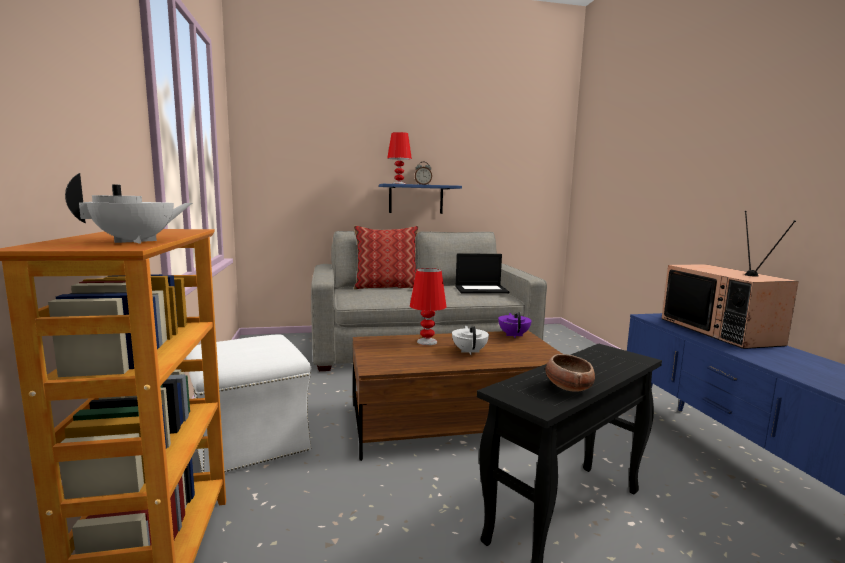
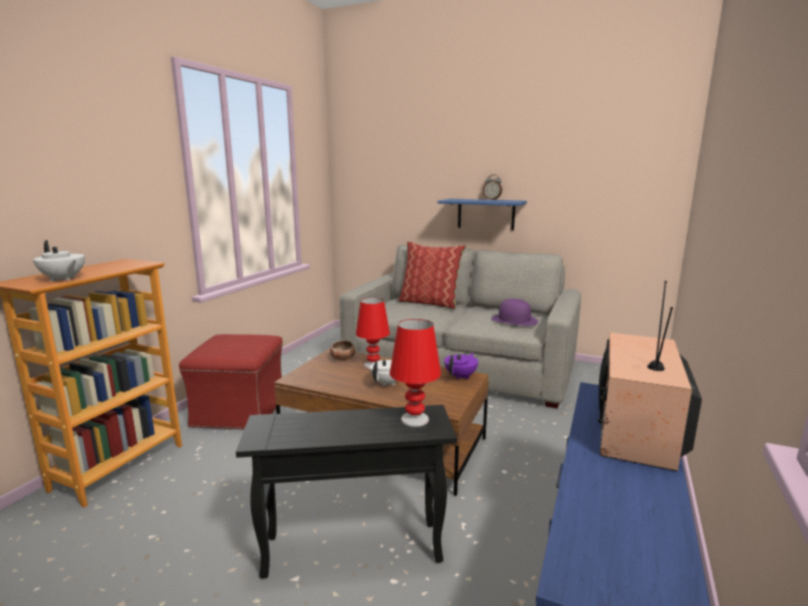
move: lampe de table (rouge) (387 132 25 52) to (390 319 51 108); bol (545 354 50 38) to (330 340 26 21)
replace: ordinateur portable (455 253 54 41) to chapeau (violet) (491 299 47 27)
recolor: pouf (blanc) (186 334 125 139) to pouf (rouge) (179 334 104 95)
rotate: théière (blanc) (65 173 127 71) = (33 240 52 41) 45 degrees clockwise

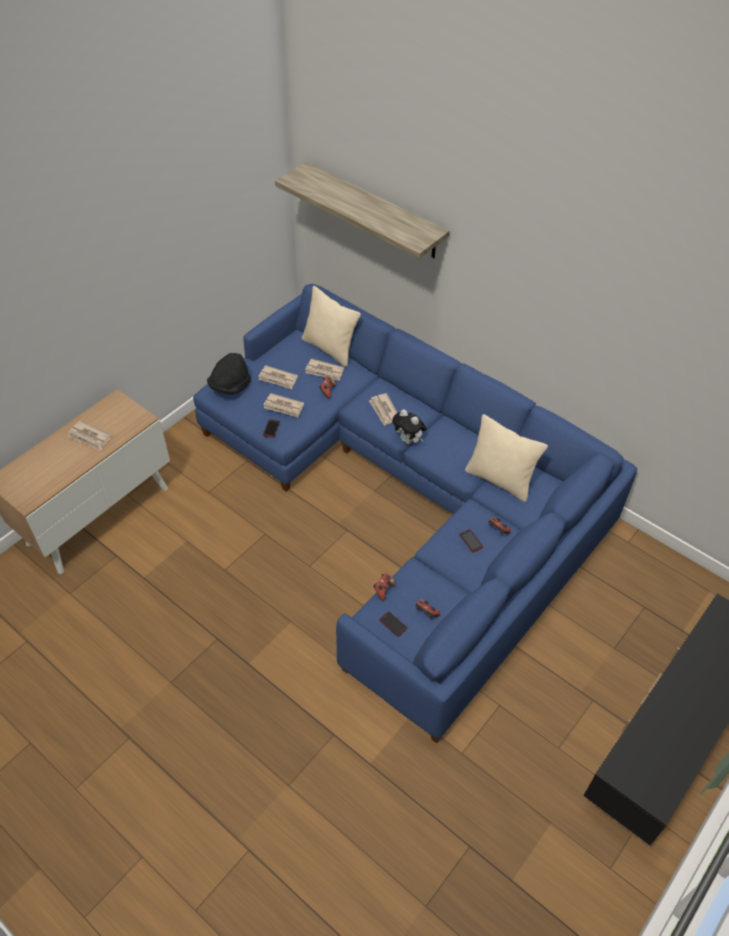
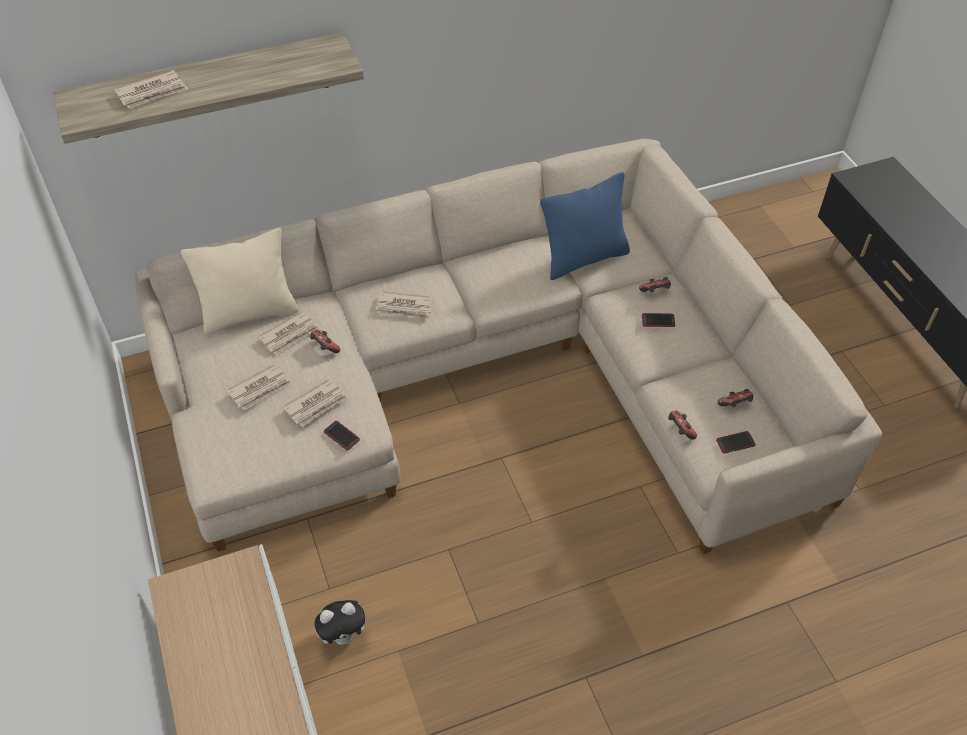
delete: chapeau (noir) (207 353 44 42)
move: journal (67 421 45 30) to (114 70 74 39); peluche (392 409 35 35) to (315 600 57 45)
recolor: canapé (bleu) (193 284 444 460) to canapé (beige) (135 139 747 415); coussin (beige) (465 414 83 88) to coussin (bleu) (540 172 90 108)

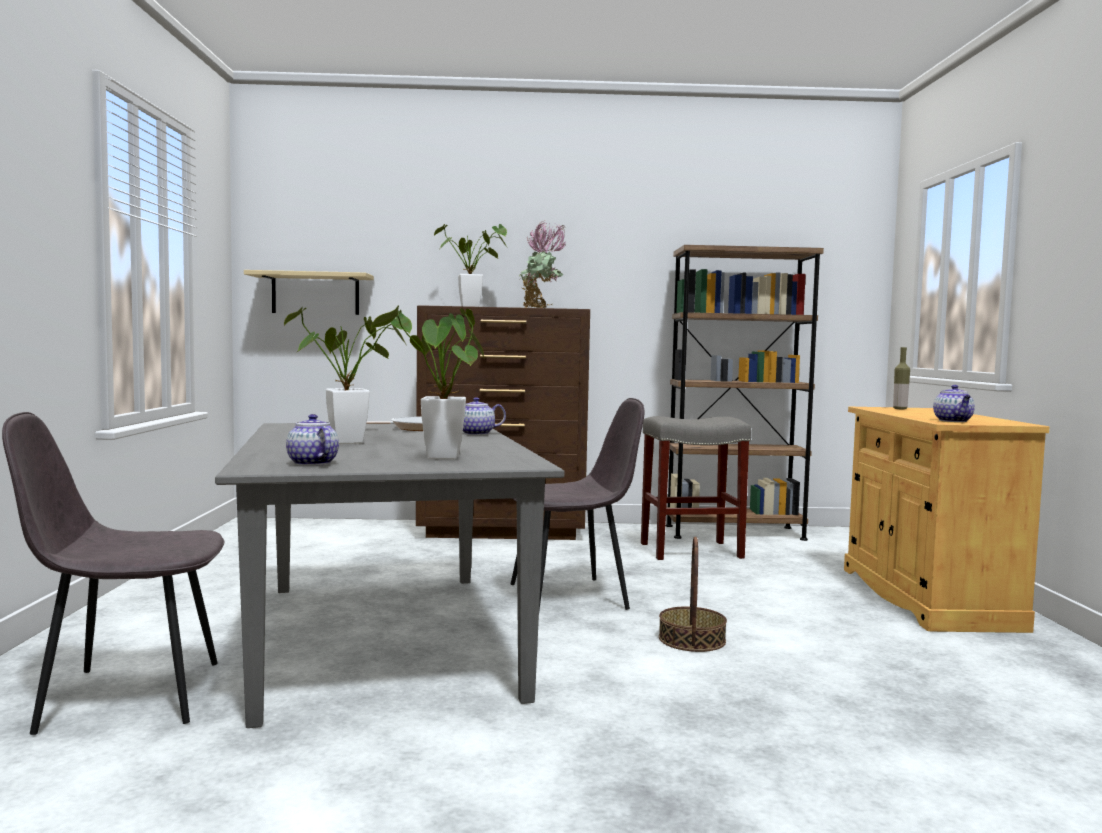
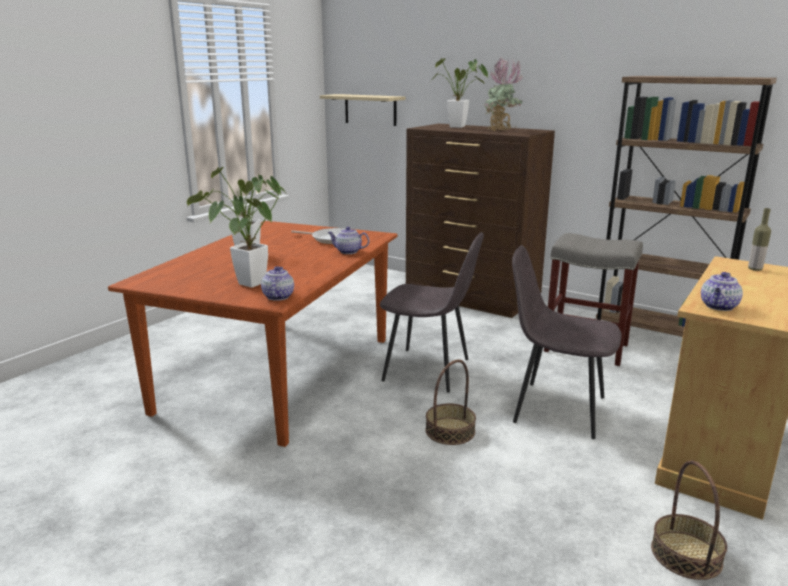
insert: panier (651 460 76 120)
move: chaise (gris) (2 412 223 323) to (512 245 110 194); théière (286 414 53 52) to (261 266 33 34)
recolor: table à manger (gris) (215 423 349 305) to table à manger (marron) (108 221 289 226)

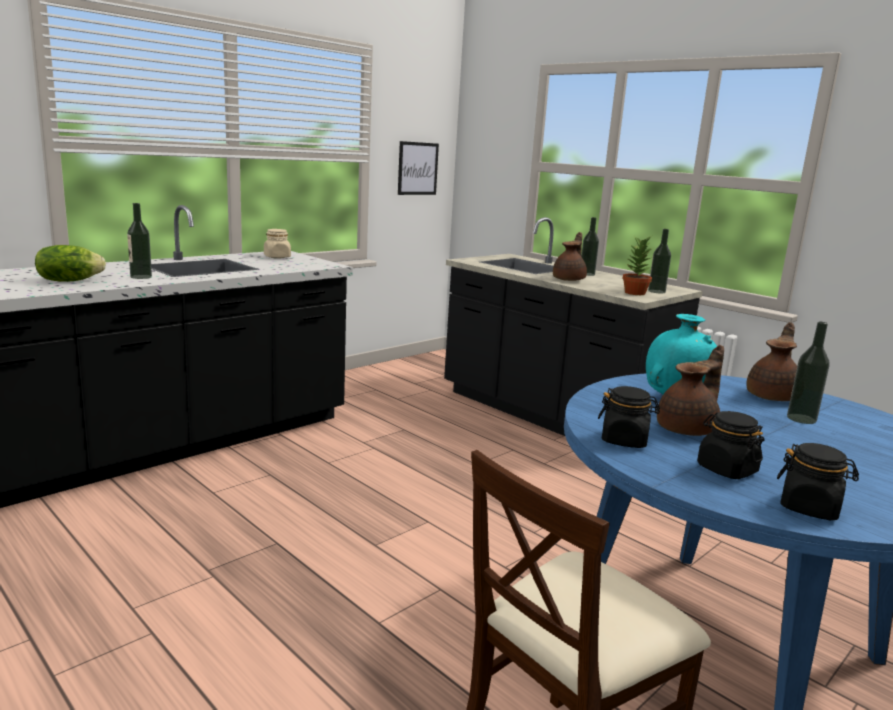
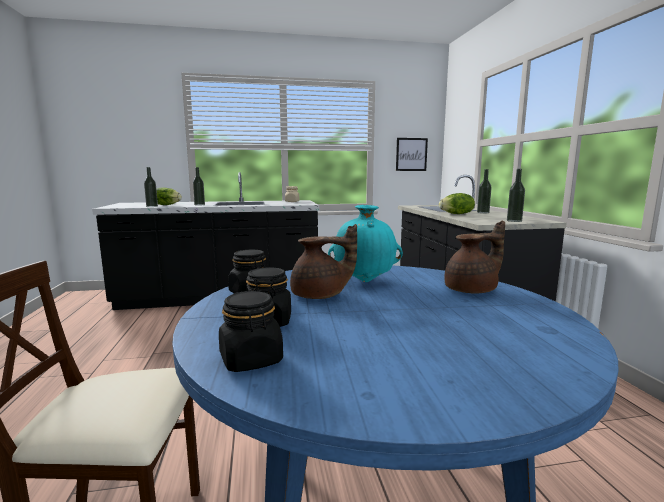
delete: plante en pot (623 236 31 59)
move: bouteille (787 322 42 102) to (144 167 14 40)
replace: théière (marron) (553 232 34 49) to laitue (439 193 36 21)

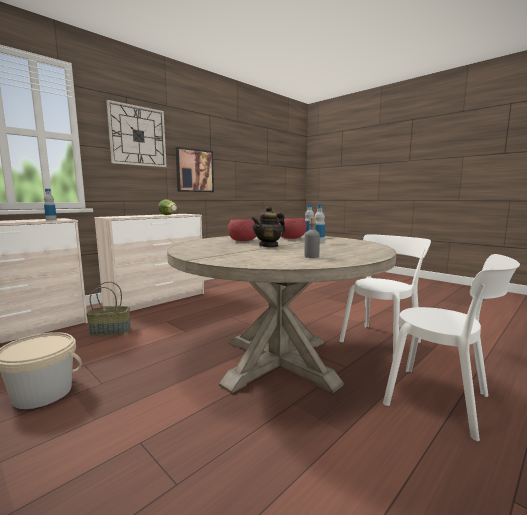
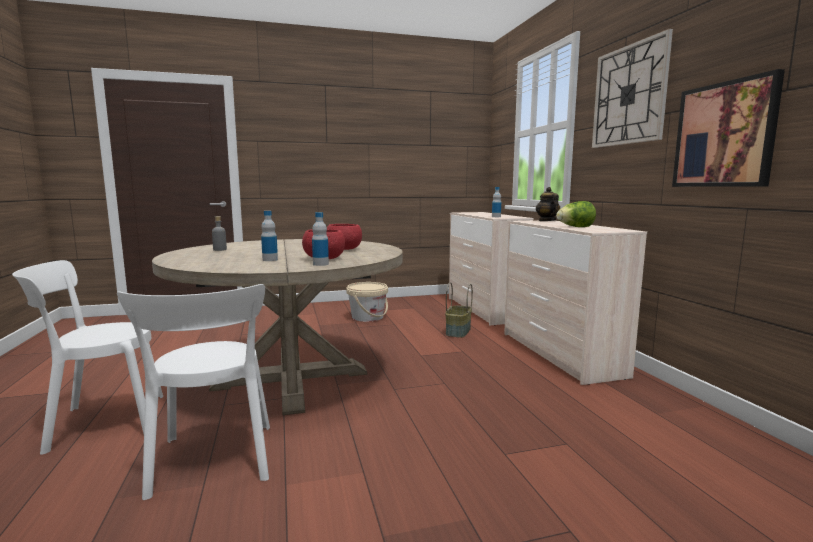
move: théière (251 206 34 41) to (536 187 24 34)

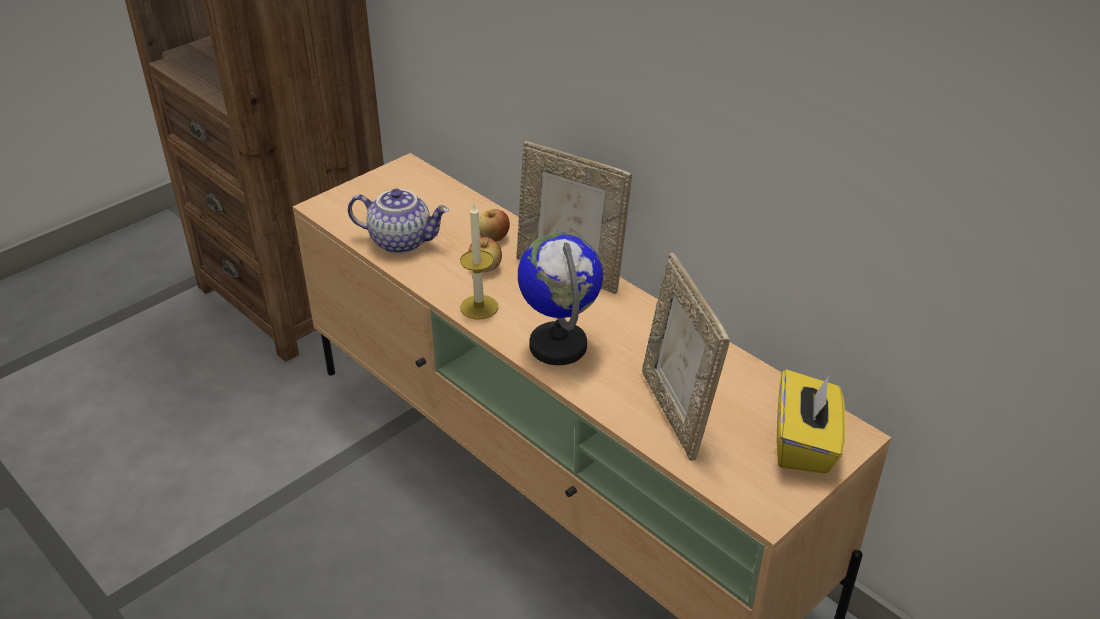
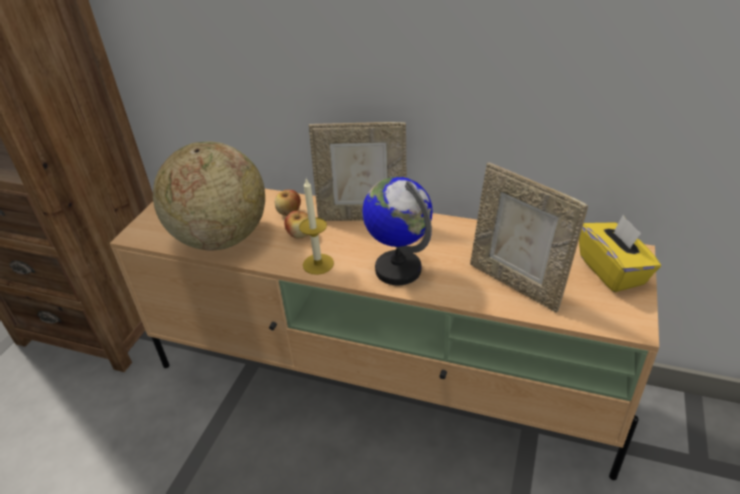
replace: théière (348 189 101 65) to globe (153 142 112 109)

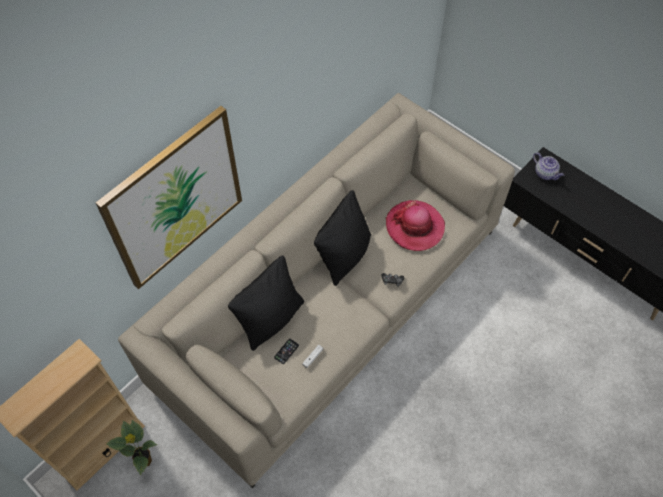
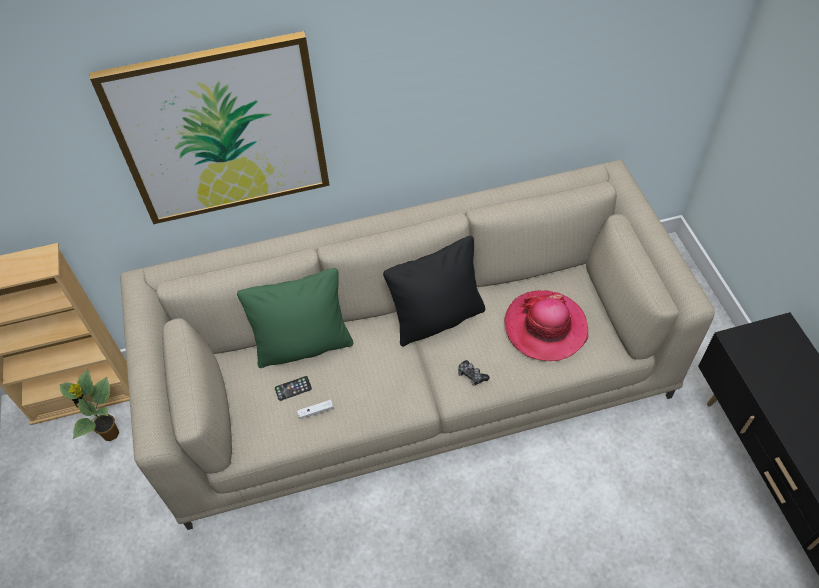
delete: théière (533 153 31 27)
recolor: coussin (noir) (228 256 76 95) to coussin (vert) (237 268 116 100)

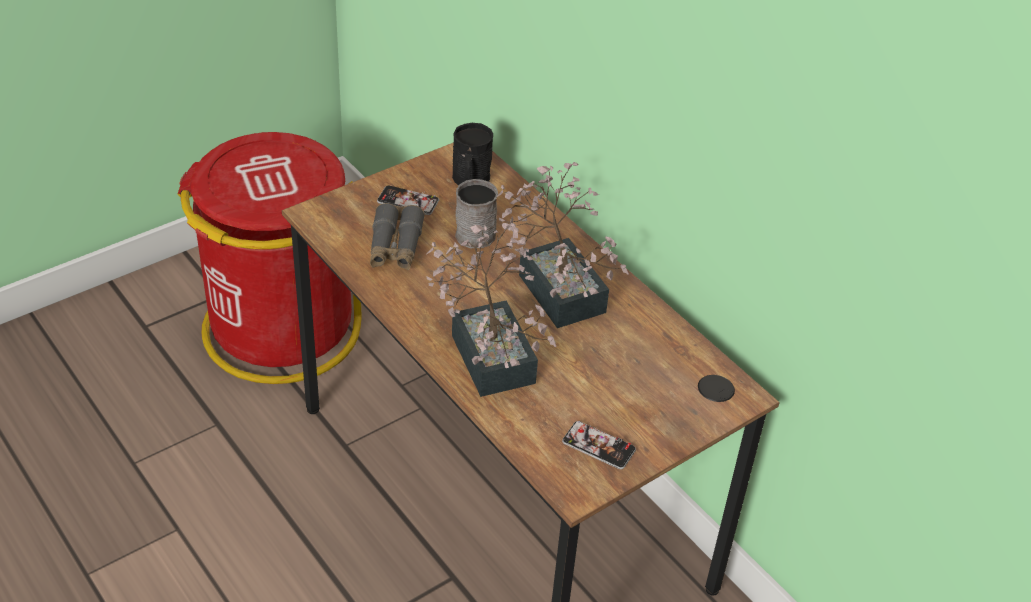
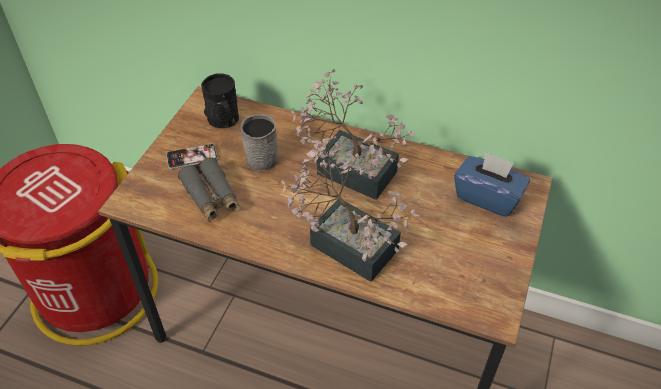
delete: téléphone (562 421 74 48)
insert: boîte à mouchoirs (bleu) (454 151 76 66)

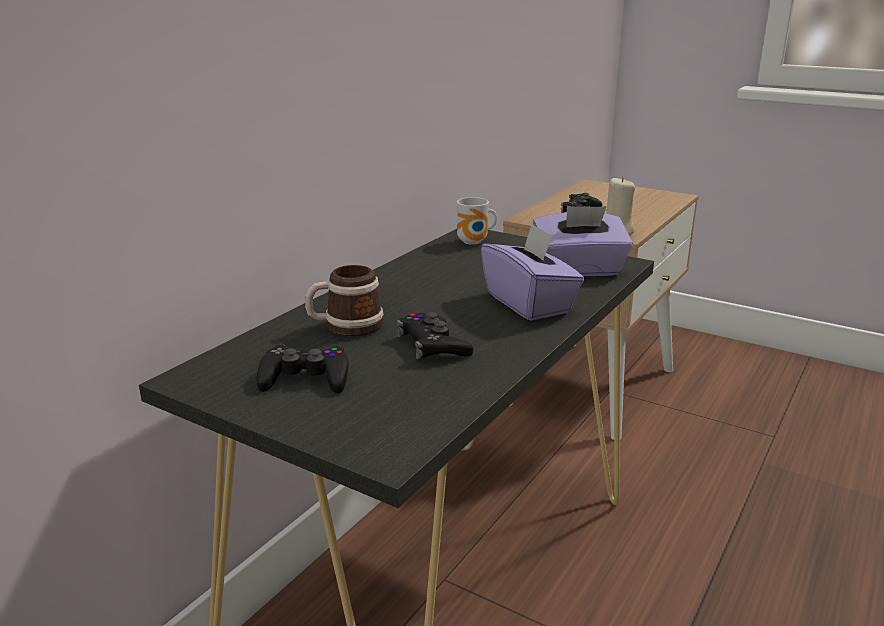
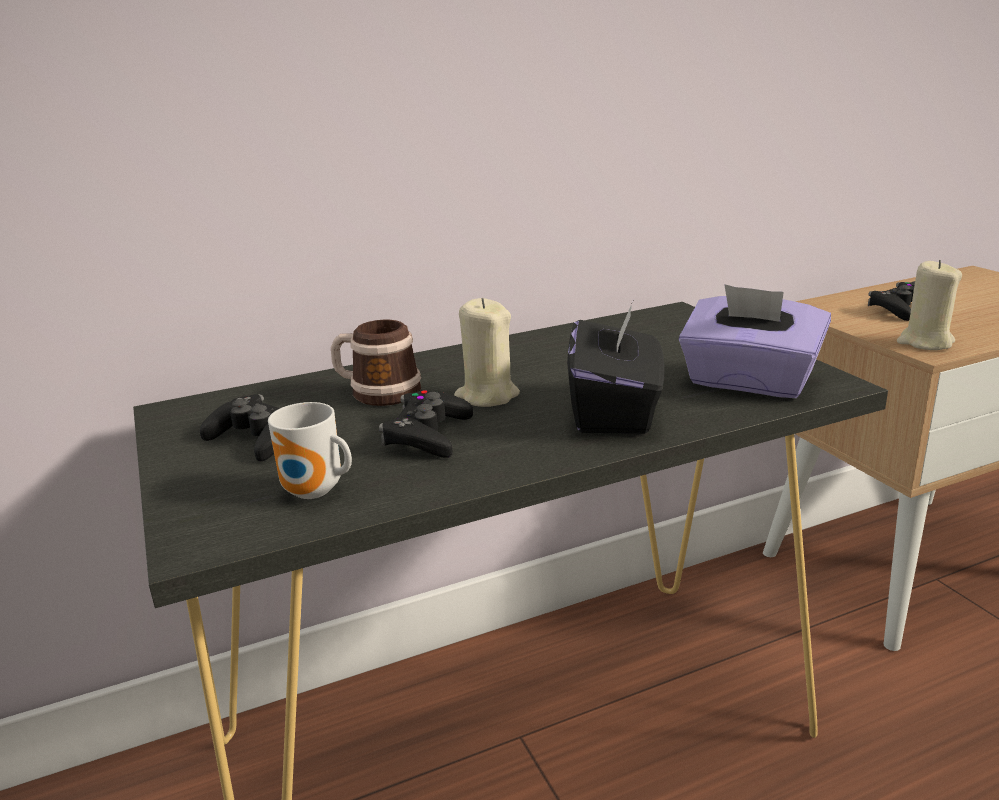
insert: bougie (beige) (454 298 66 109)
move: mug (457 197 40 48) to (268 402 84 97)
recolor: boîte à mouchoirs (violet) (481 223 103 98) to boîte à mouchoirs (noir) (567 302 97 132)

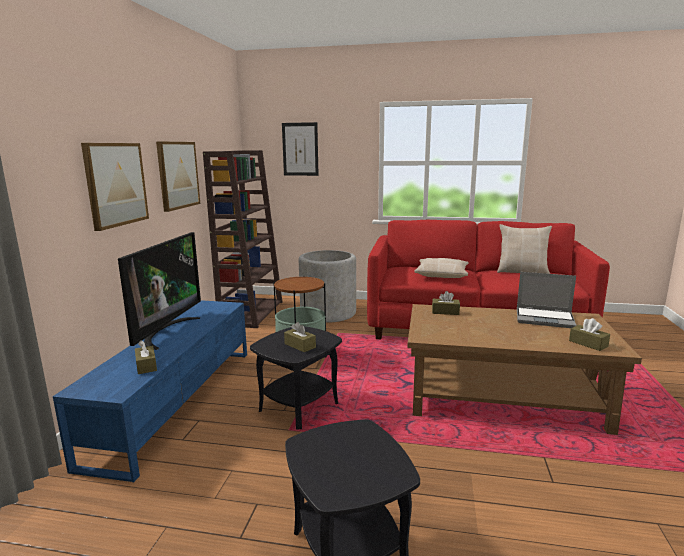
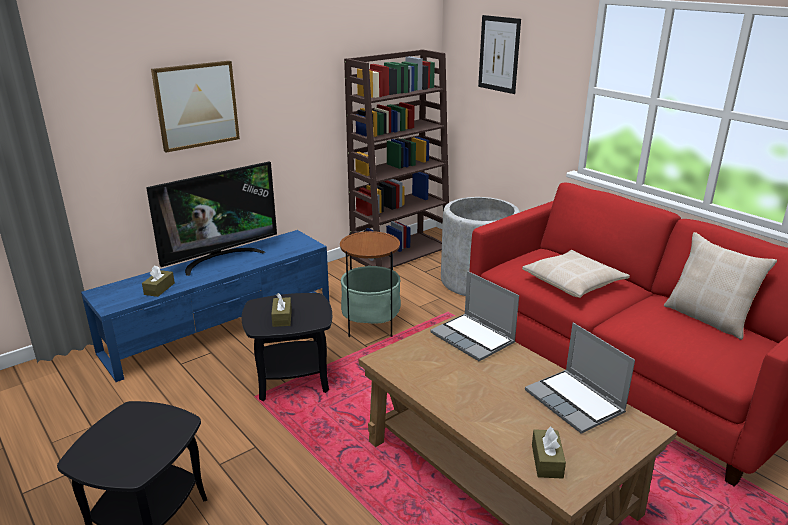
delete: tableau (156 141 44 71)
replace: boîte à mouchoirs (marron) (432 291 28 24) to ordinateur portable (430 271 89 90)

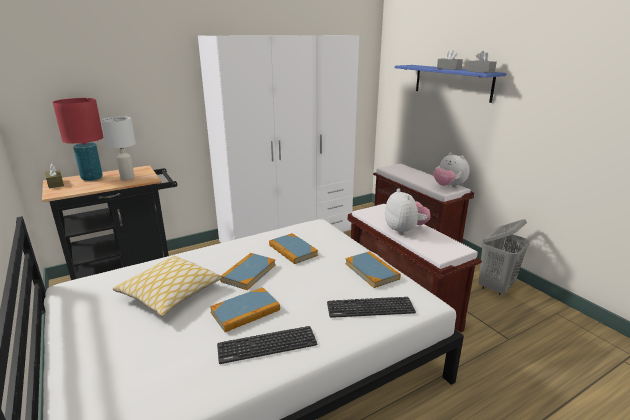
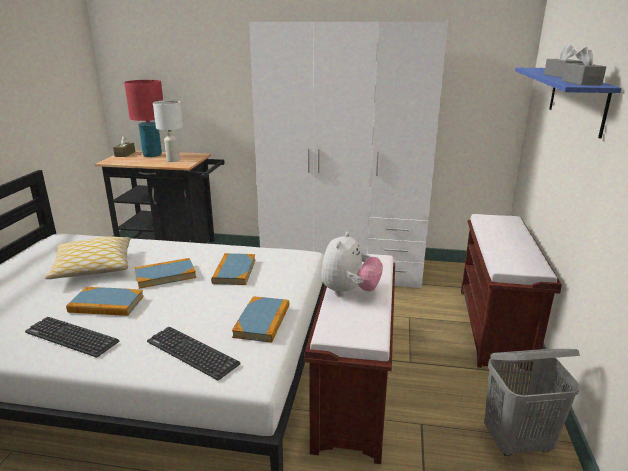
delete: peluche (433 153 37 35)

